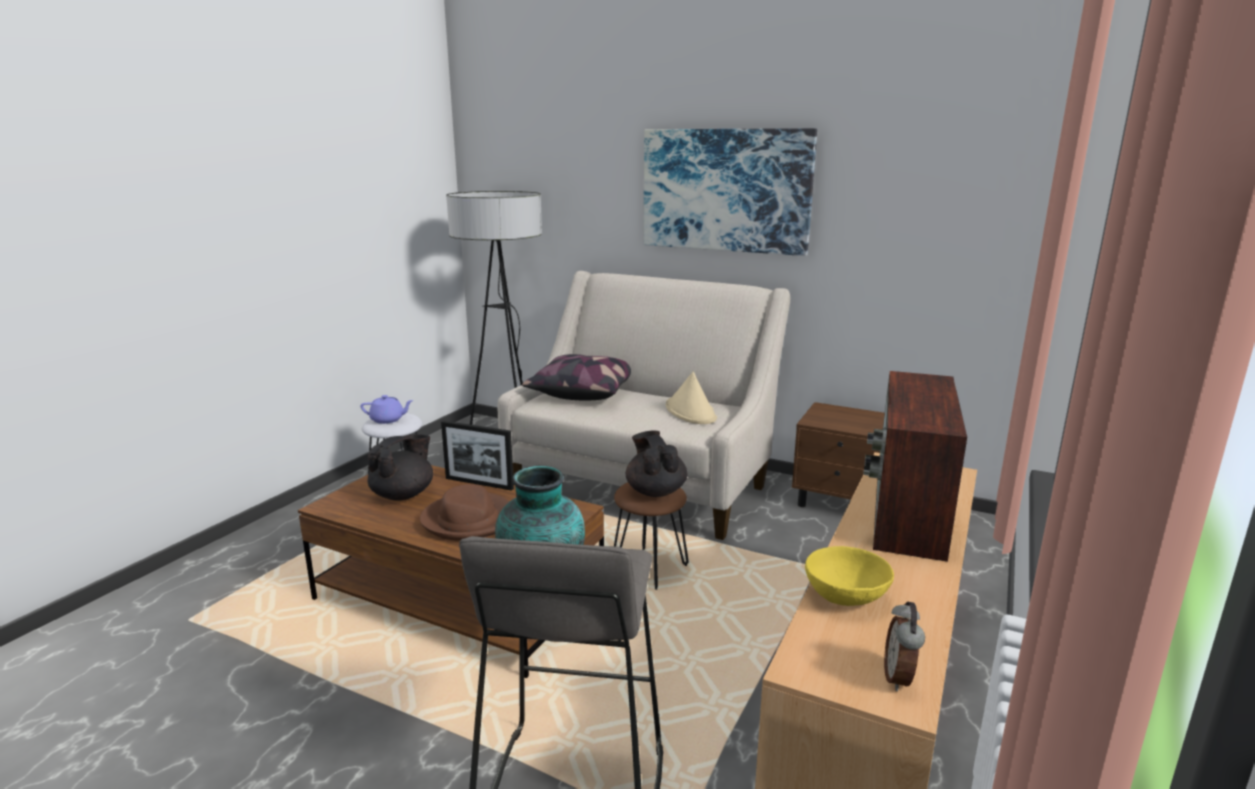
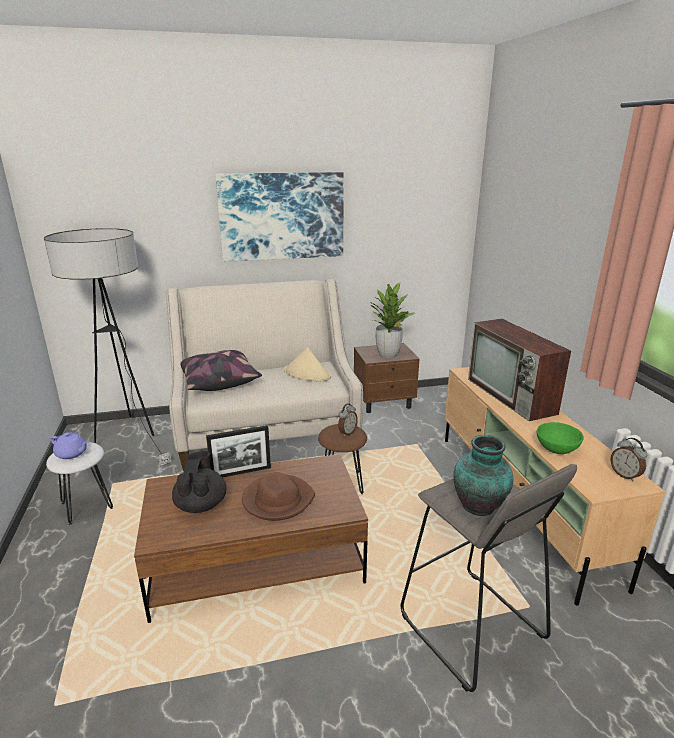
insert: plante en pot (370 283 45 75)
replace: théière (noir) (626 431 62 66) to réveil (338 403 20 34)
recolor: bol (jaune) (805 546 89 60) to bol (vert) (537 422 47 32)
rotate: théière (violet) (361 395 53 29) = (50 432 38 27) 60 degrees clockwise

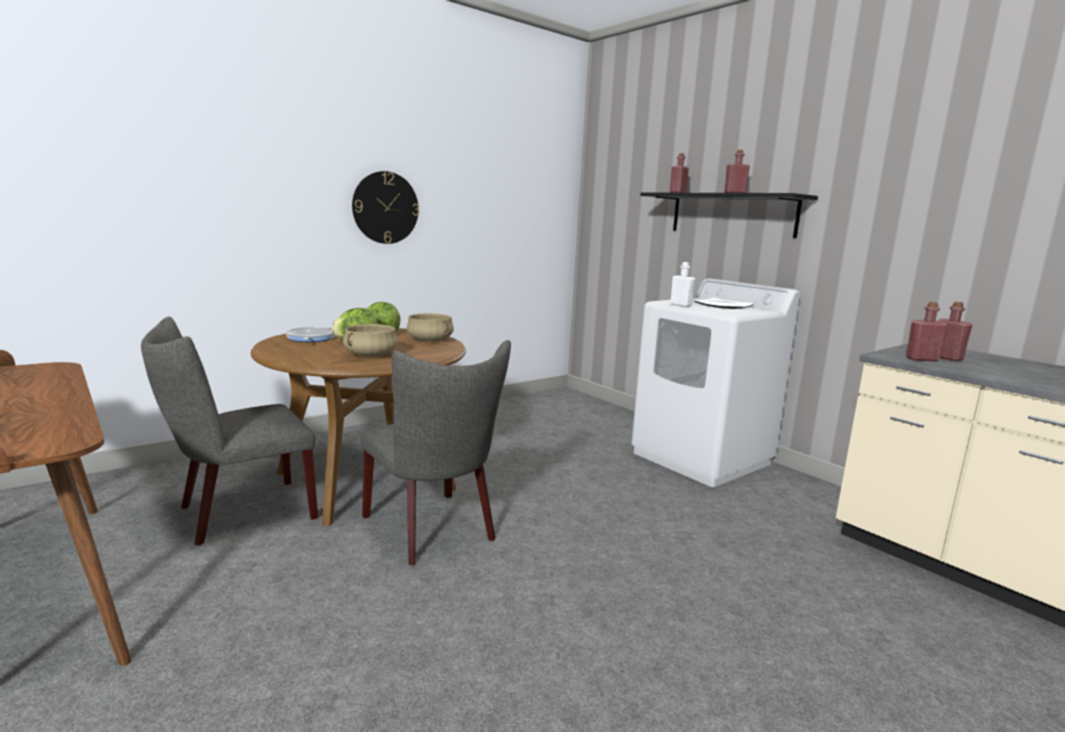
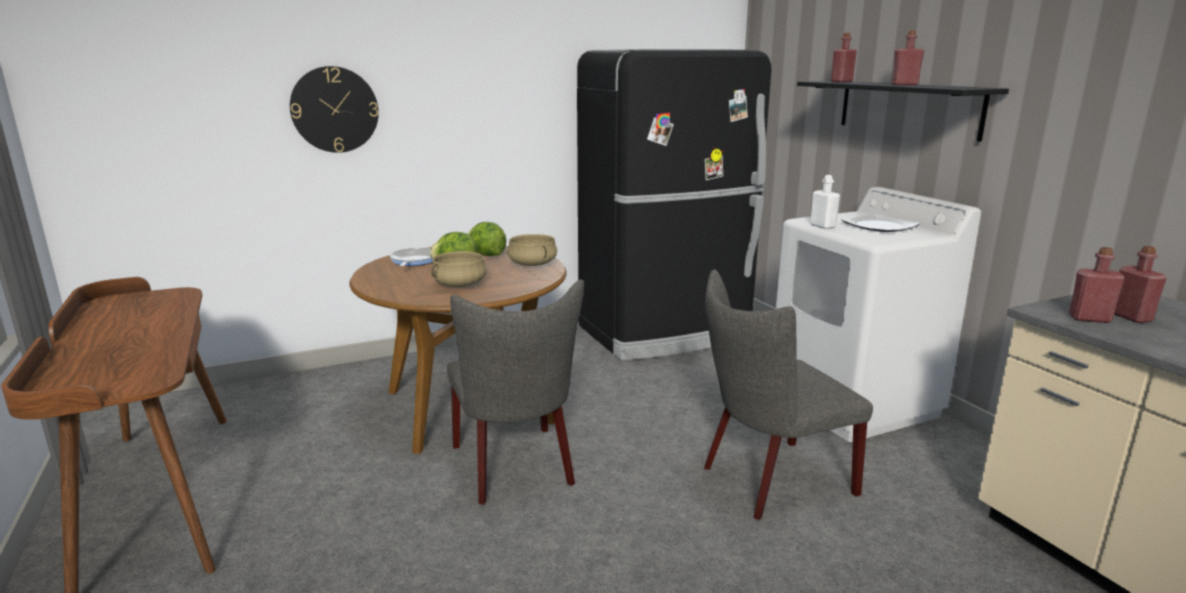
insert: réfrigérateur (noir) (577 49 195 311)
move: chaise (gris) (141 317 177 229) to (704 269 169 251); horloge murale (352 171 67 73) to (290 66 89 87)

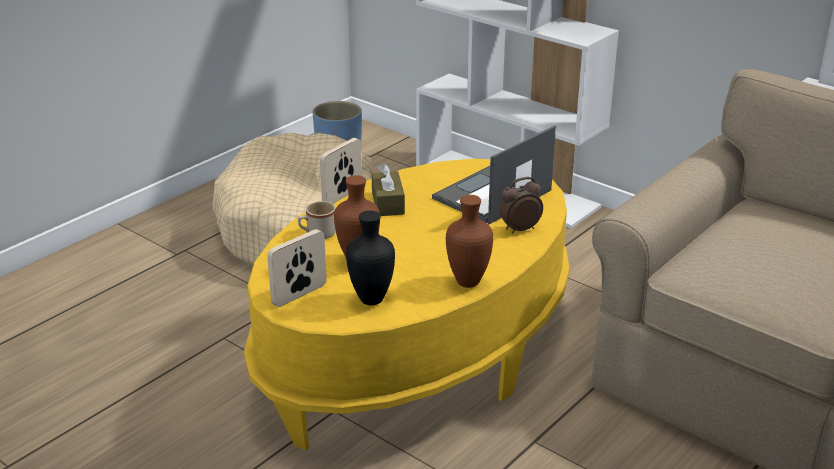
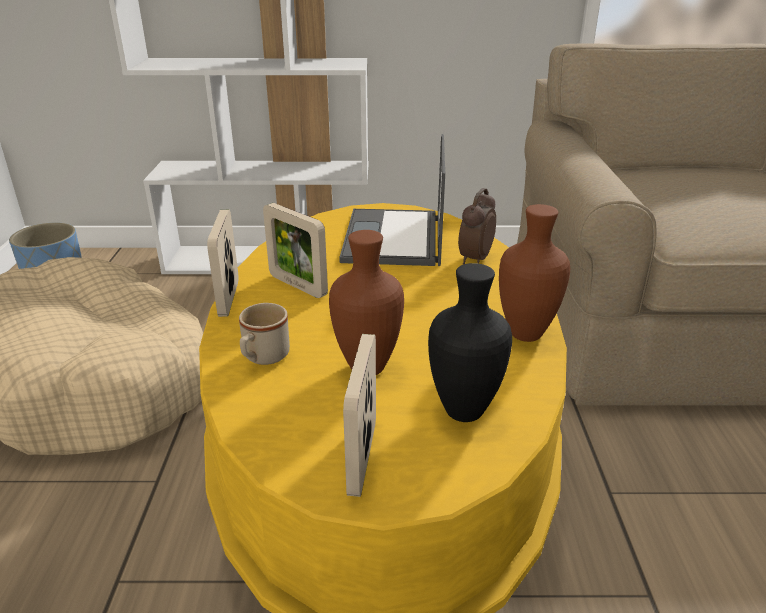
replace: boîte à mouchoirs (marron) (372 164 33 52) to cadre photo (263 203 65 95)

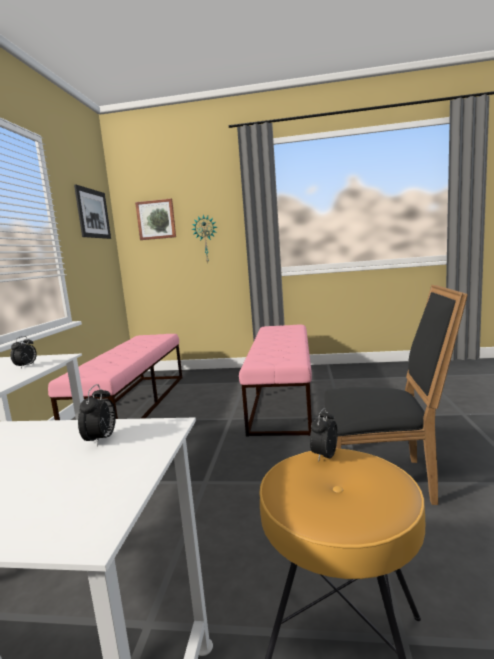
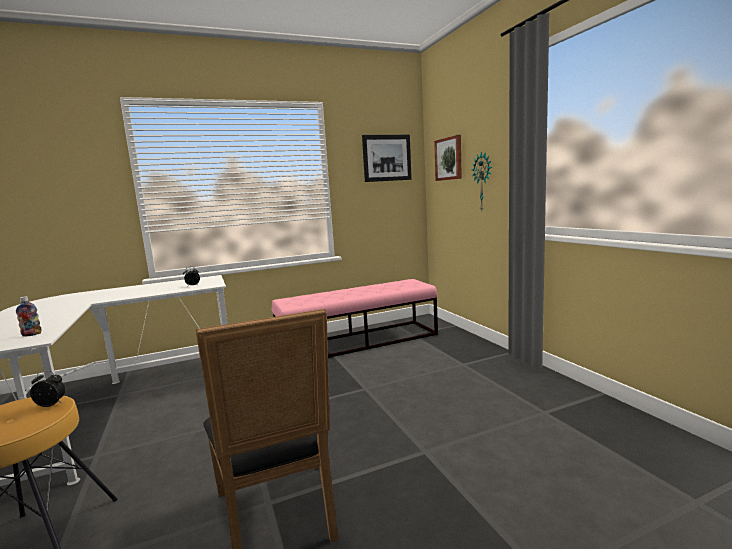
delete: banc (rose) (239 325 73 112)
replace: réveil (78 384 38 63) to bouteille (16 296 26 41)

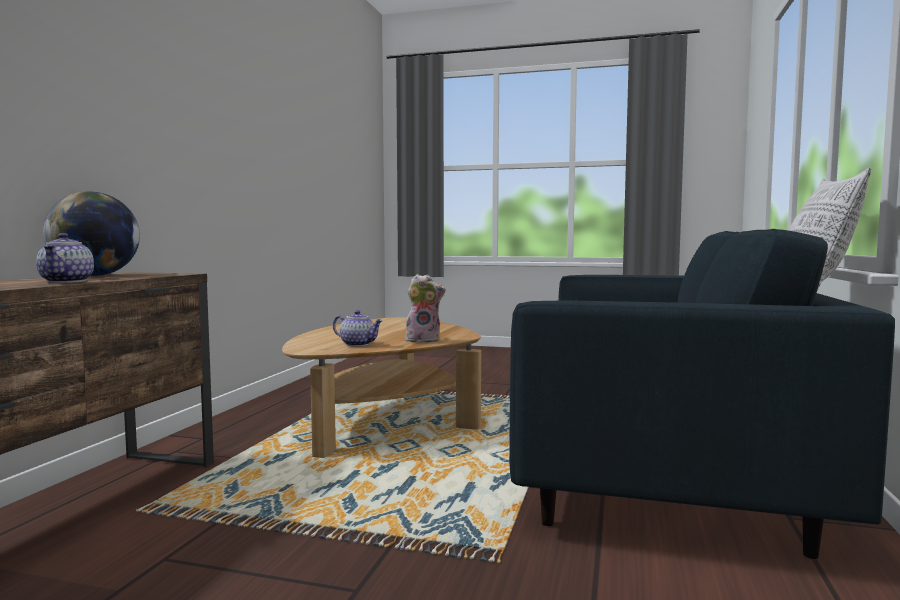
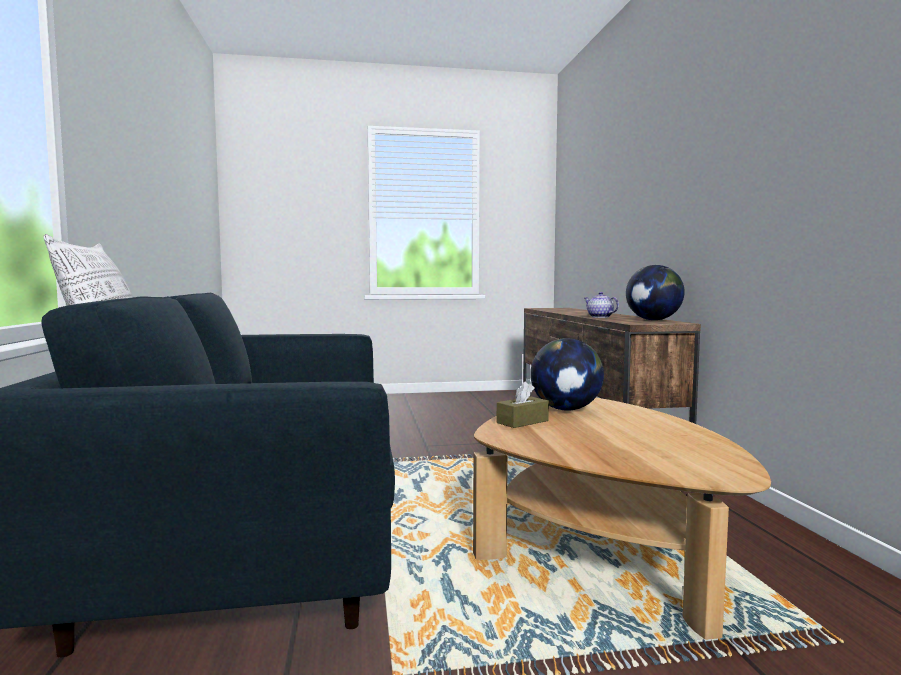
replace: théière (333 310 50 36) to globe (530 338 74 73); peluche (406 274 40 69) to boîte à mouchoirs (marron) (497 381 52 47)

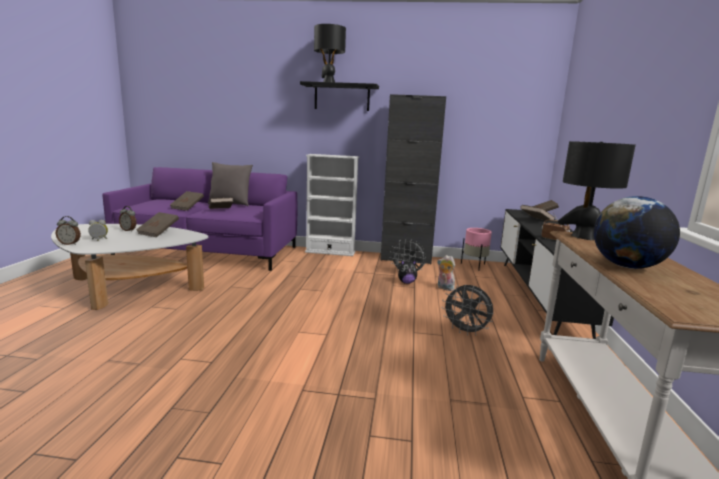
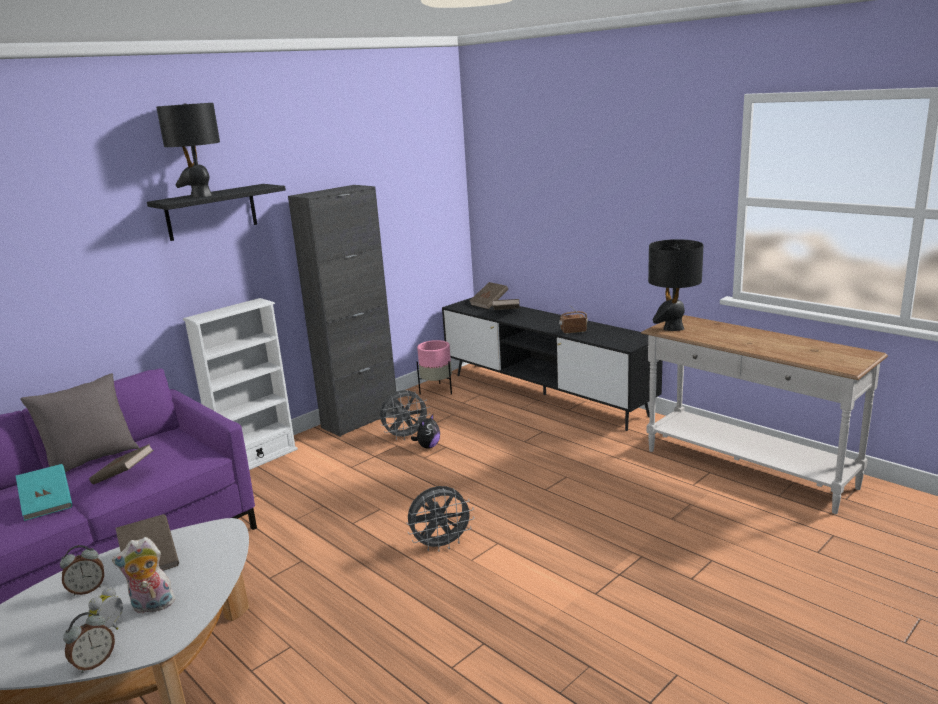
delete: globe (594 196 86 73)
move: peluche (437 255 18 36) to (112 537 63 77); ventilateur (gris) (442 285 52 51) to (407 486 67 66)
recolor: livre (marron) (170 191 34 20) to livre (turquoise) (16 464 56 57)

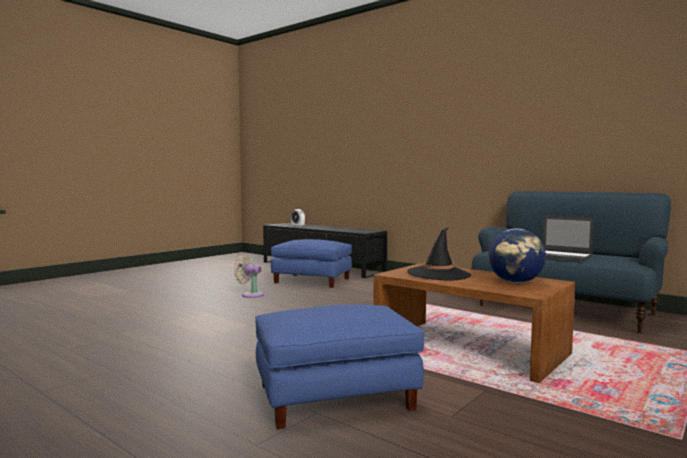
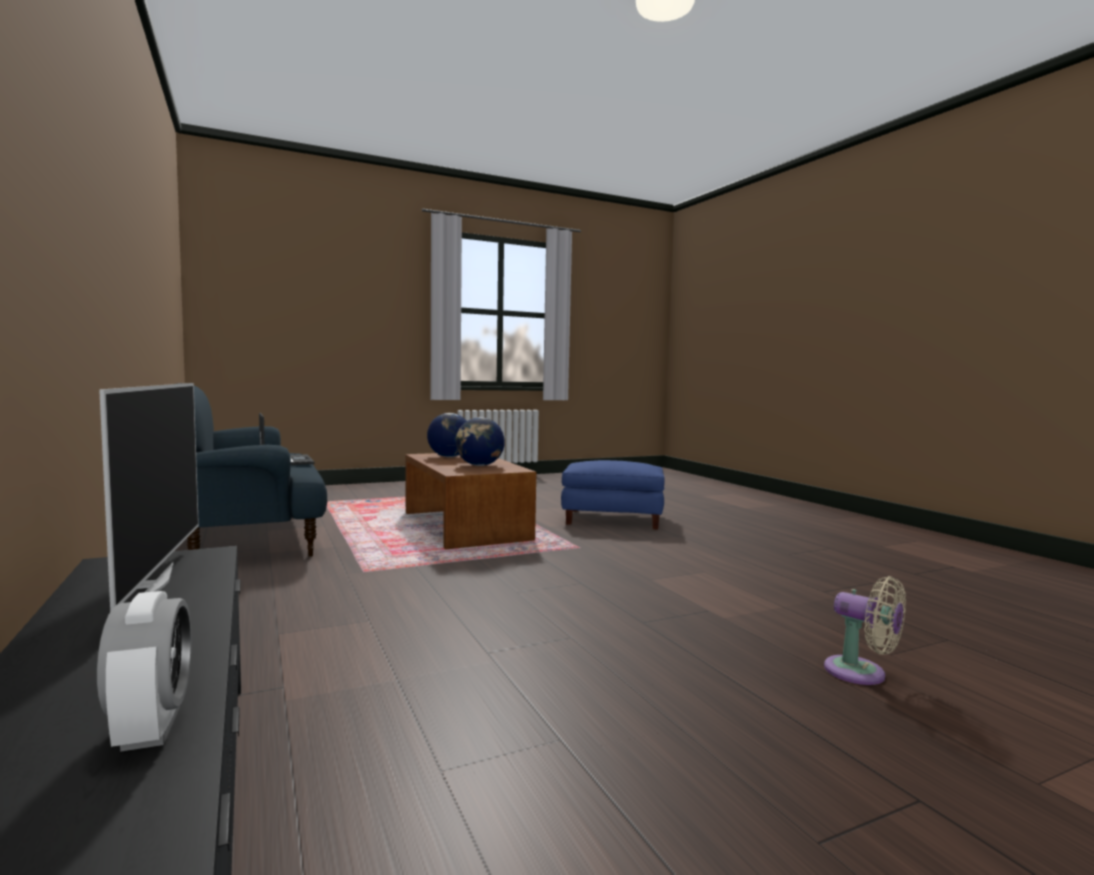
delete: pouf (bleu) (271 239 81 49)
insert: téléviseur (99 383 100 229)
move: ventilateur (beige) (234 255 30 43) to (824 576 82 109)
replace: chapeau (noir) (407 227 64 53) to globe (456 417 49 49)

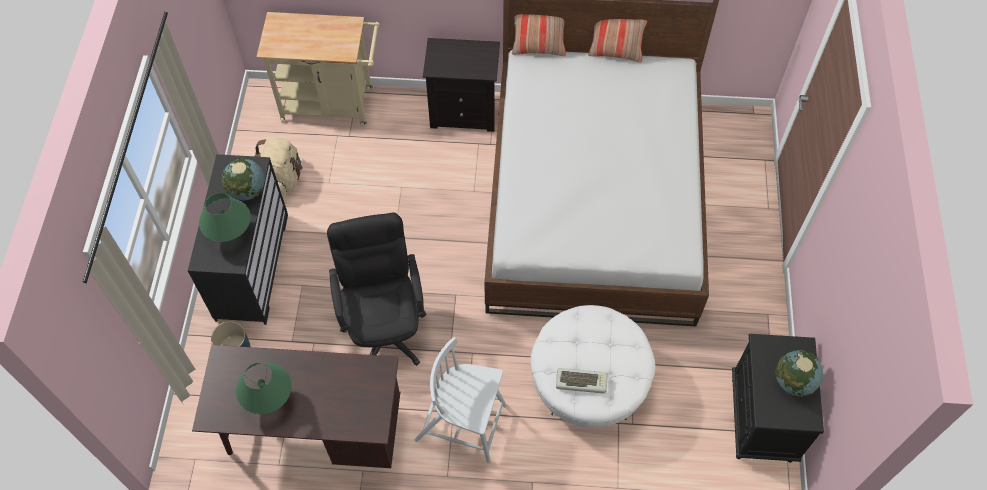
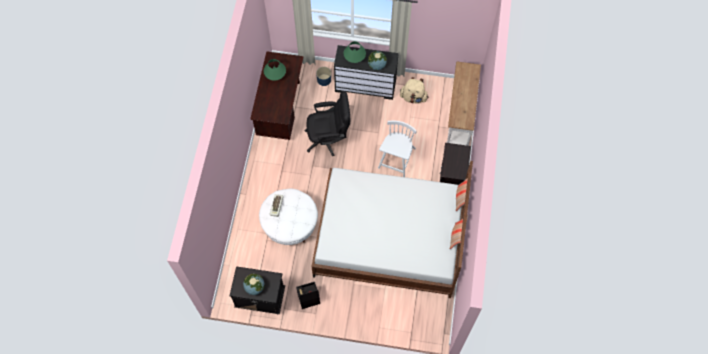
insert: boîte de rangement (noir) (296 282 24 27)
move: chaise (blanc) (415 337 92 126) to (378 121 39 56)
replace: chariot (beige) (257 12 123 115) to table console (blanc) (446 61 35 85)

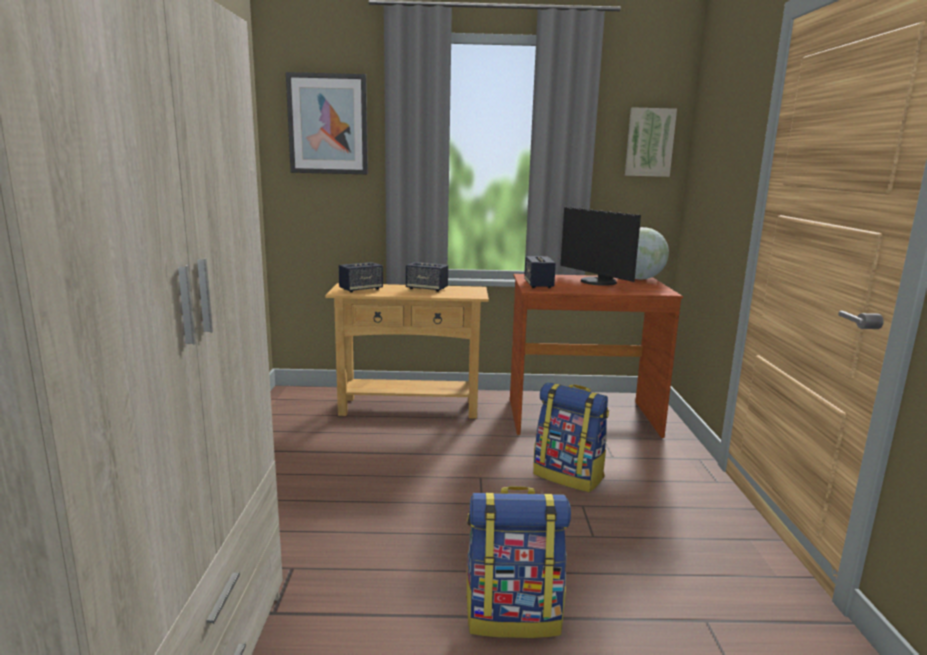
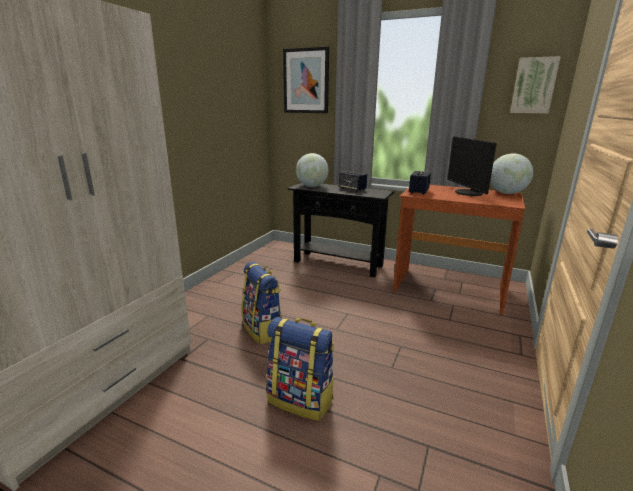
move: sac à dos (533 382 76 110) to (241 262 41 82)
replace: enceinte (339 262 44 30) to globe (296 153 33 34)
recolor: table console (beige) (325 283 164 136) to table console (noir) (288 183 107 94)

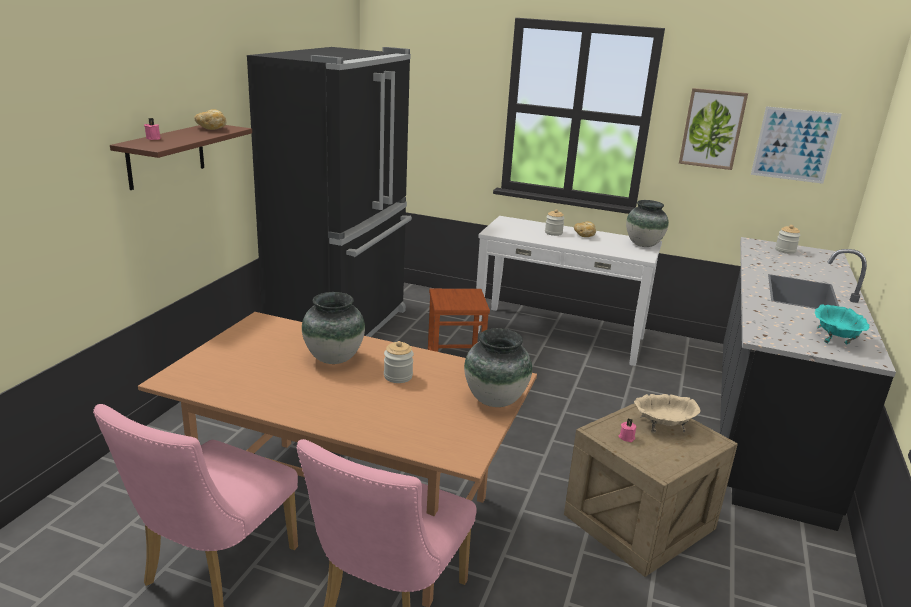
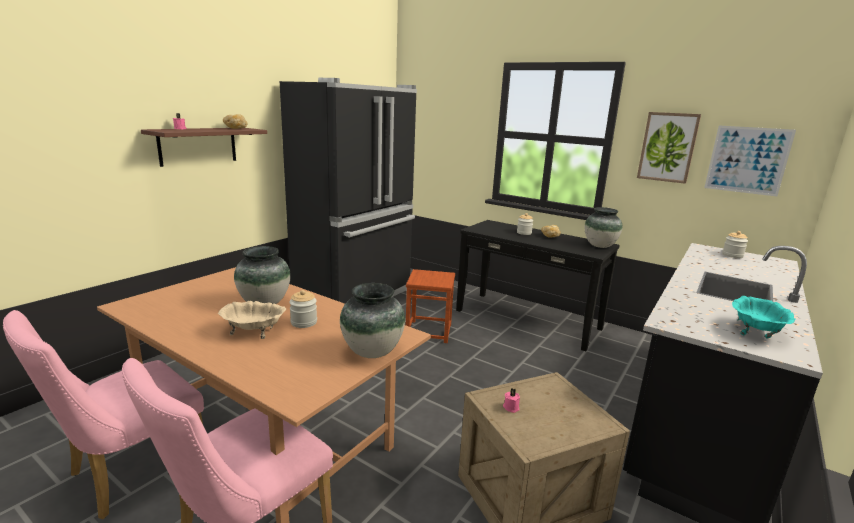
move: bol (beige) (634 394 67 39) to (218 301 68 38)
recolor: table console (blanc) (476 216 186 150) to table console (noir) (456 220 164 131)

